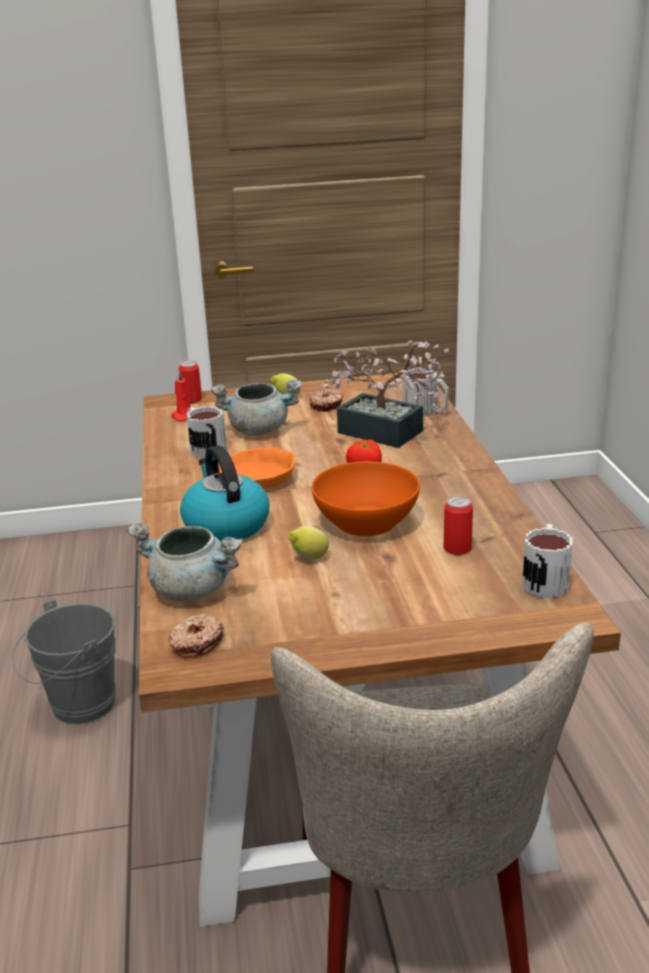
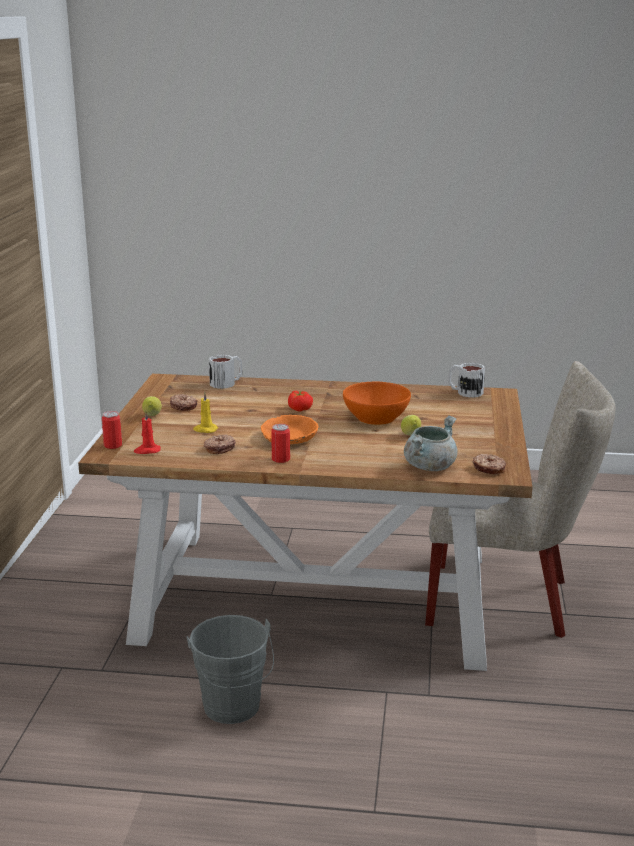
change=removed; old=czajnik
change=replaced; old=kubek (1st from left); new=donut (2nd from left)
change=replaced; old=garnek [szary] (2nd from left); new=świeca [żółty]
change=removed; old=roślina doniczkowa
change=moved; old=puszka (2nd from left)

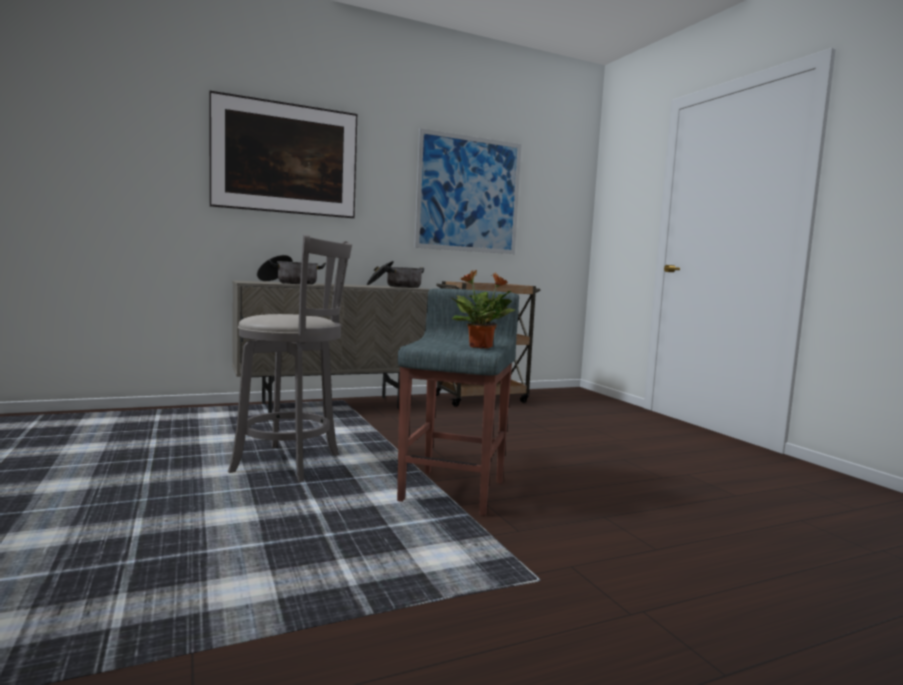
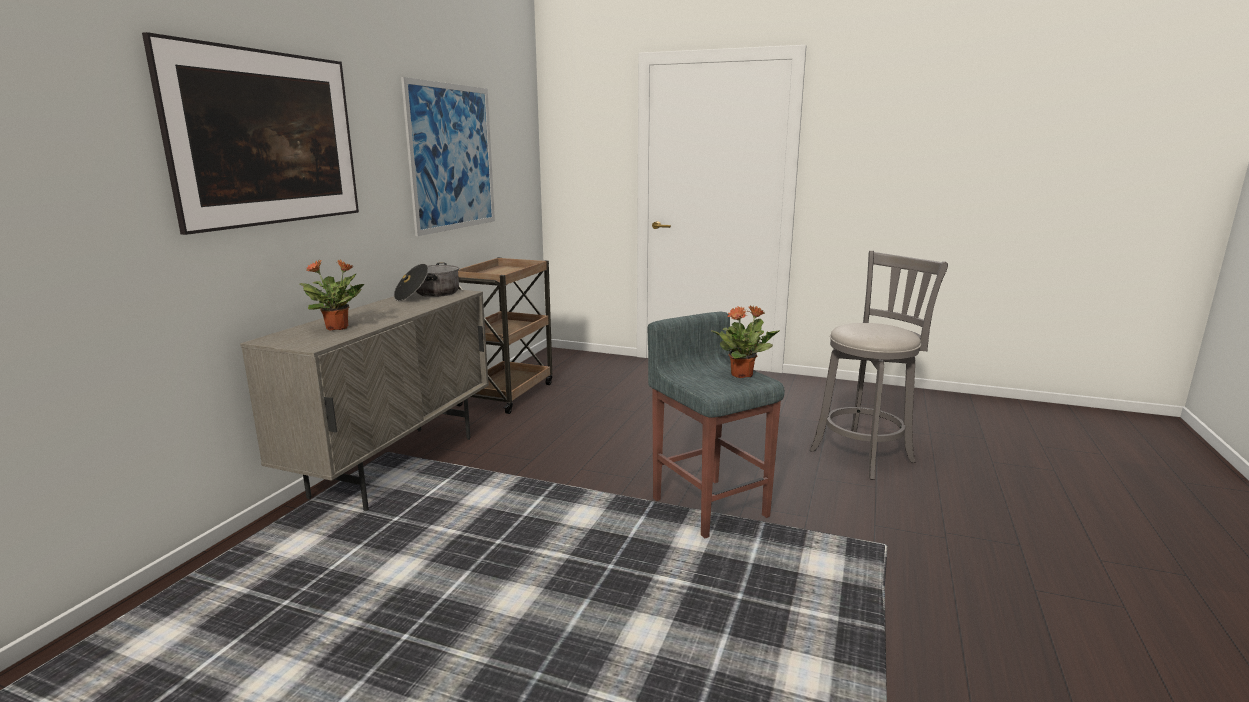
change=moved; old=stołek [szary] (1st from left in the first image); new=stołek [szary] (2nd from left)
change=replaced; old=garnek (1st from left); new=roślina doniczkowa (1st from left)

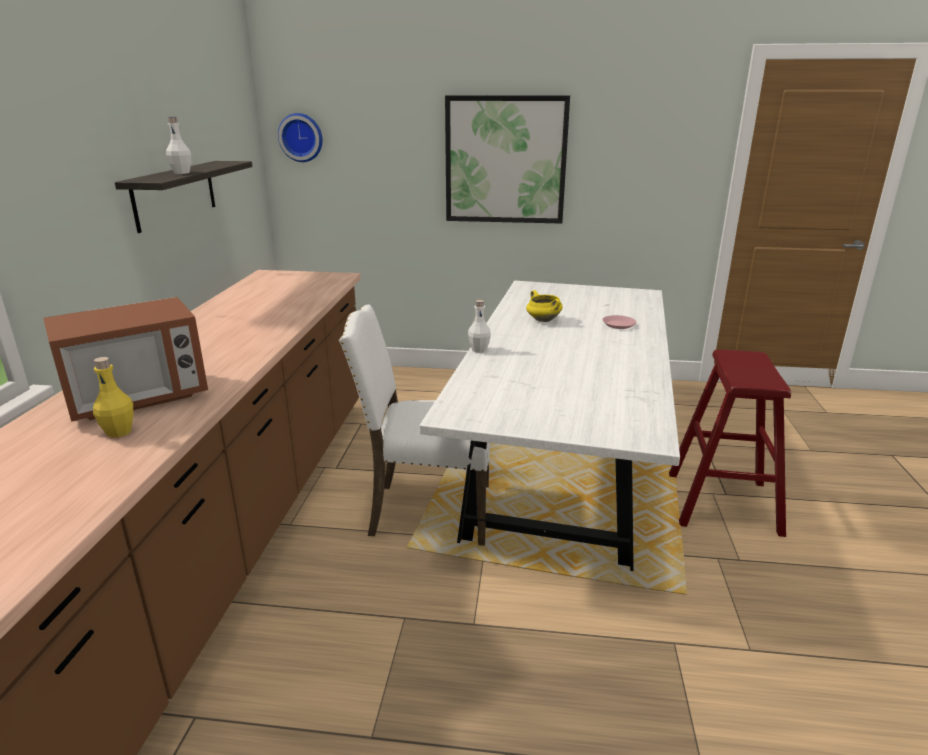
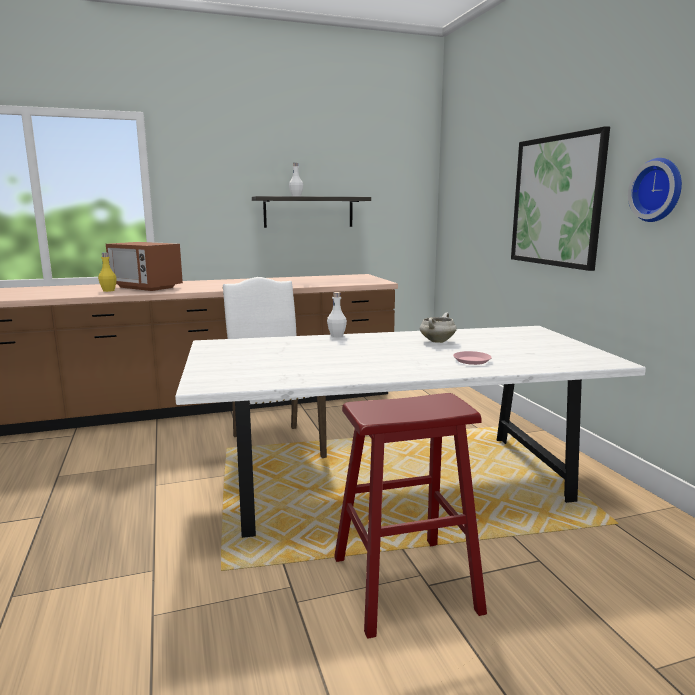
change=moved; old=zegar ścienny
change=recoloured; old=garnek [żółty]; new=garnek [biały]

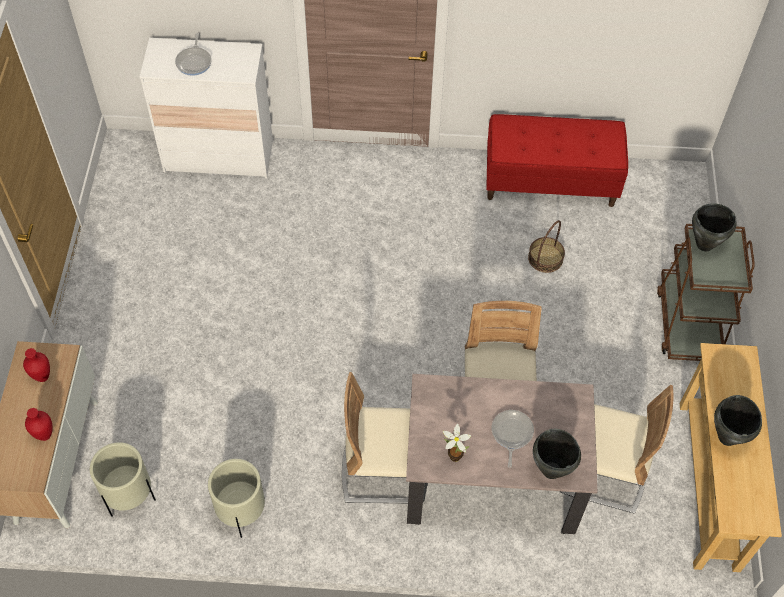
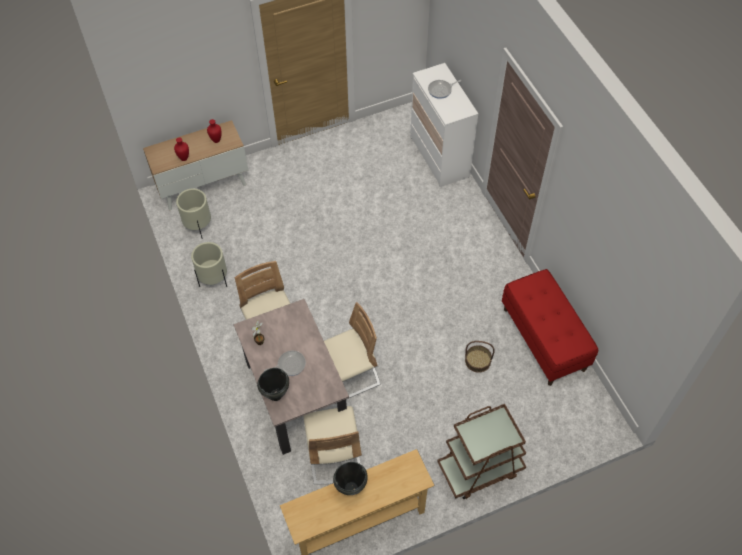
change=removed; old=garnek [czarny] (2nd from left)

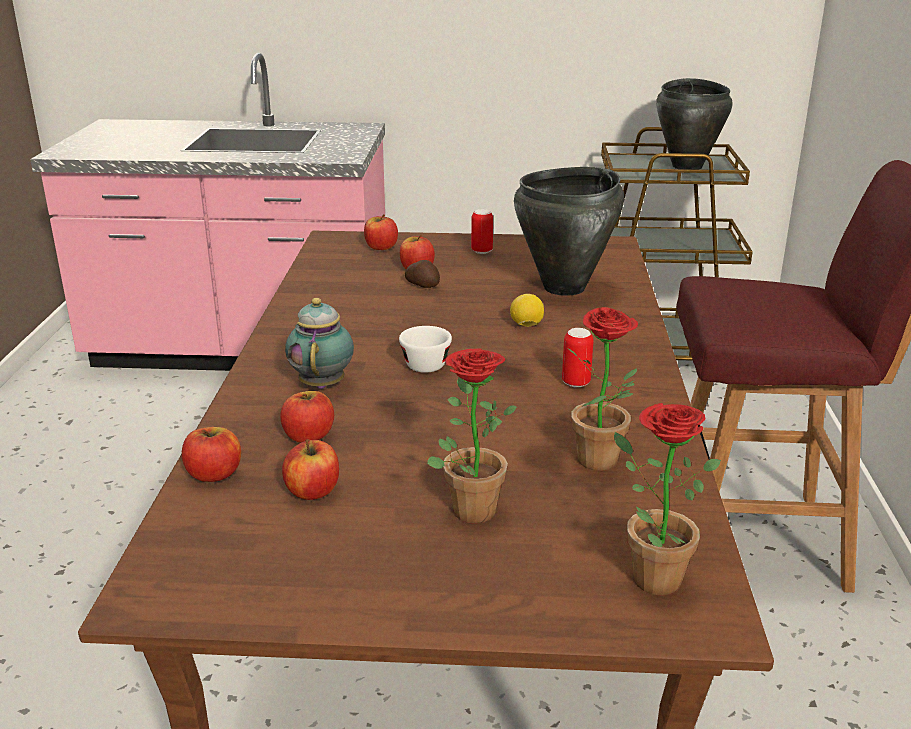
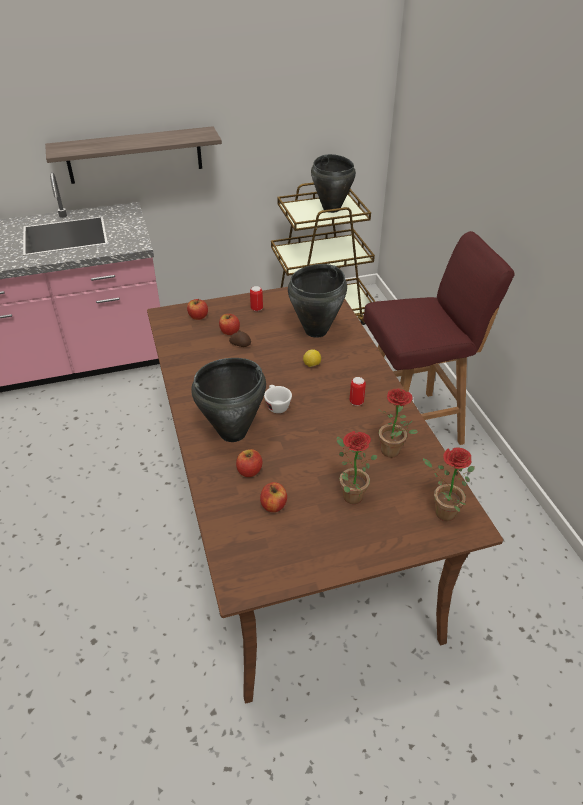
change=removed; old=jabłko (1st from left)
change=replaced; old=imbryk; new=garnek [czarny] (1st from left)
change=added; new=półka

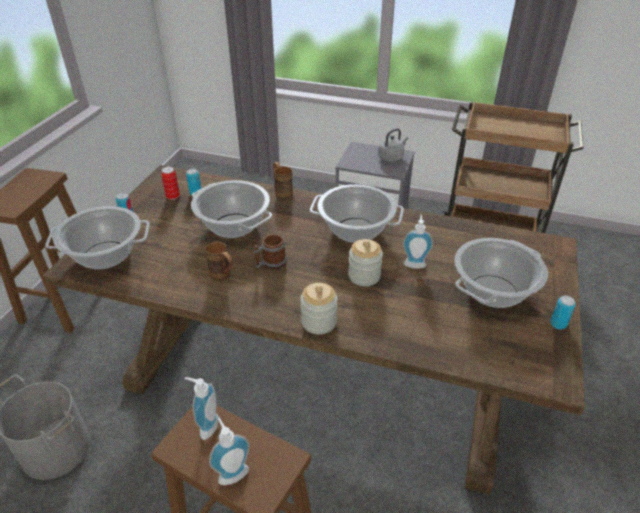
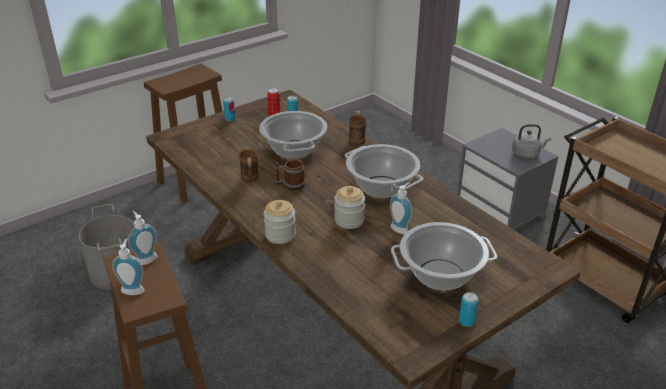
change=removed; old=garnek (1st from left)

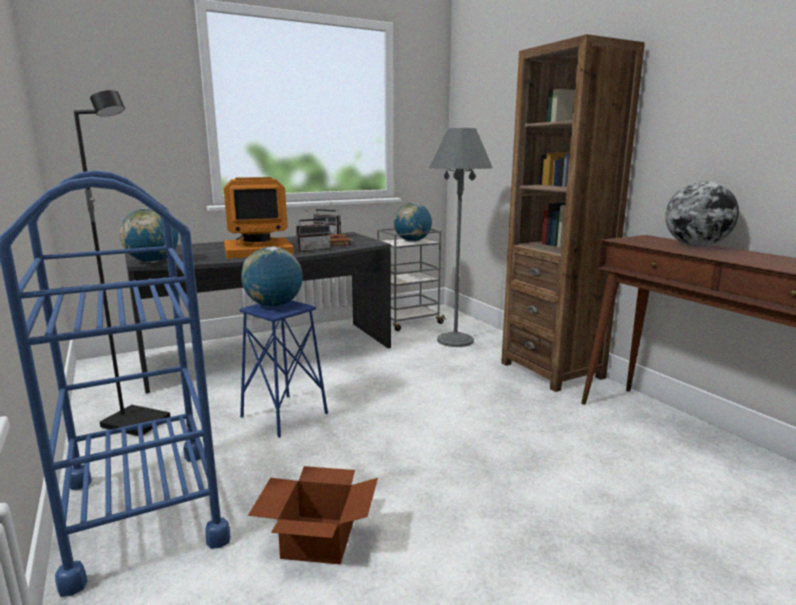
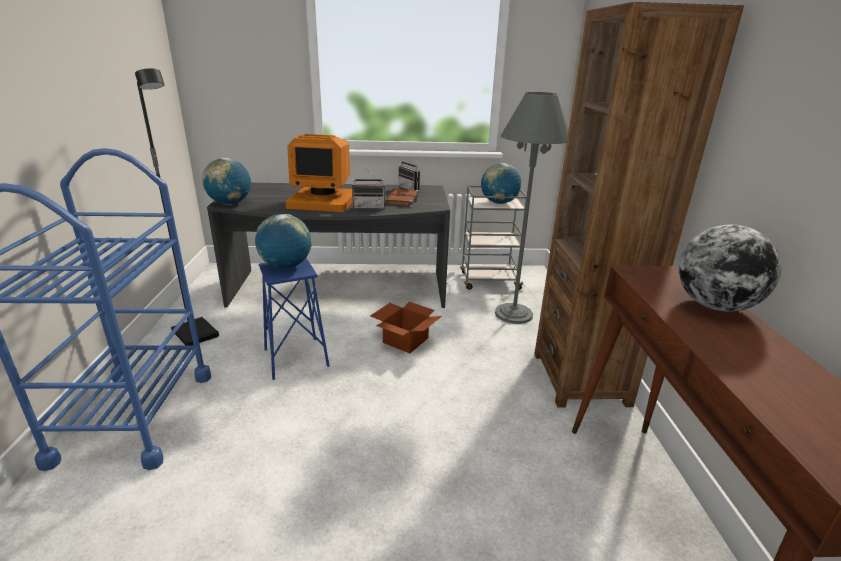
change=moved; old=karton

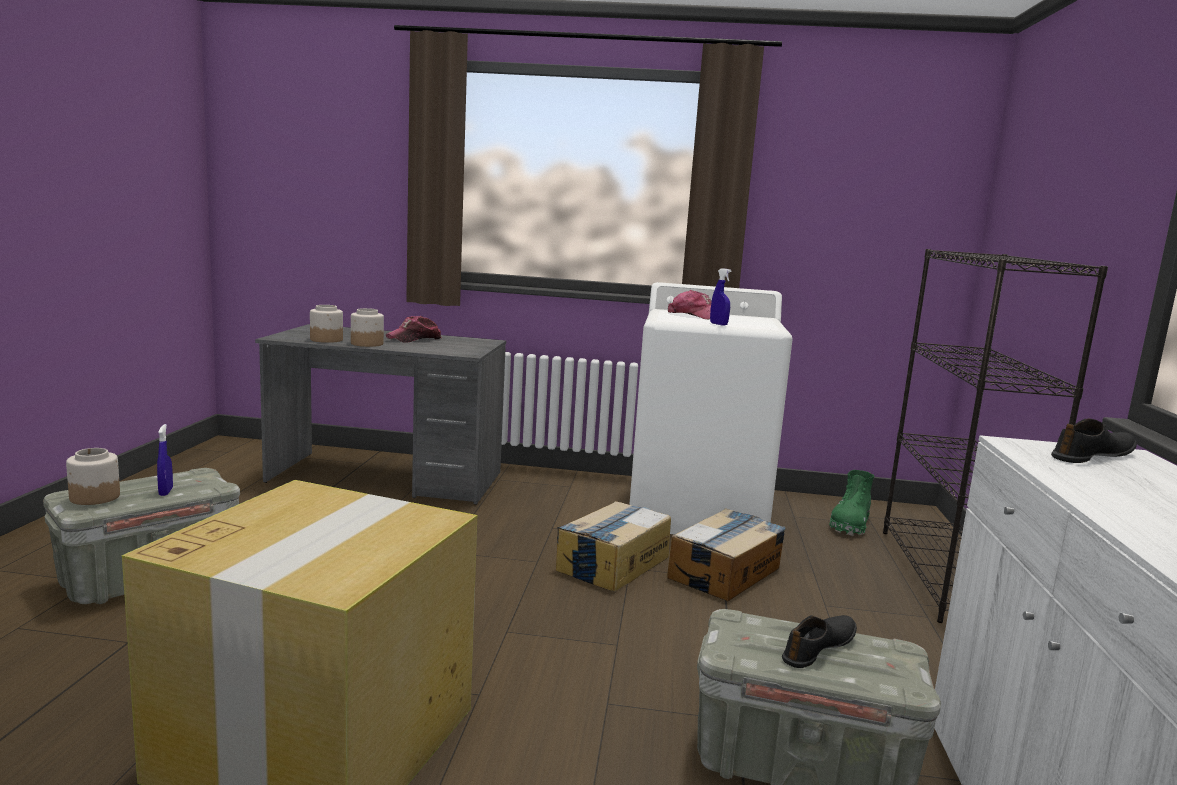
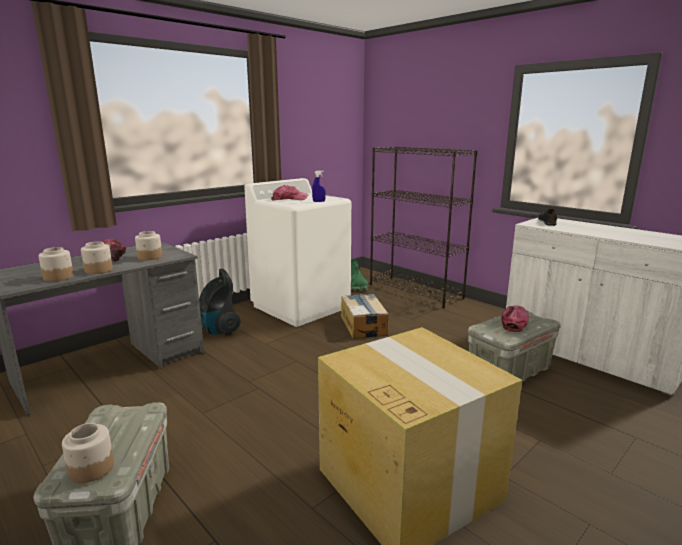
change=removed; old=spryskiwacz [niebieski] (1st from left)
change=removed; old=karton (2nd from left)
change=replaced; old=but [czarny] (1st from left); new=czapka z daszkiem (3rd from left)
change=added; new=słoik (4th from left)
change=added; new=odkurzacz

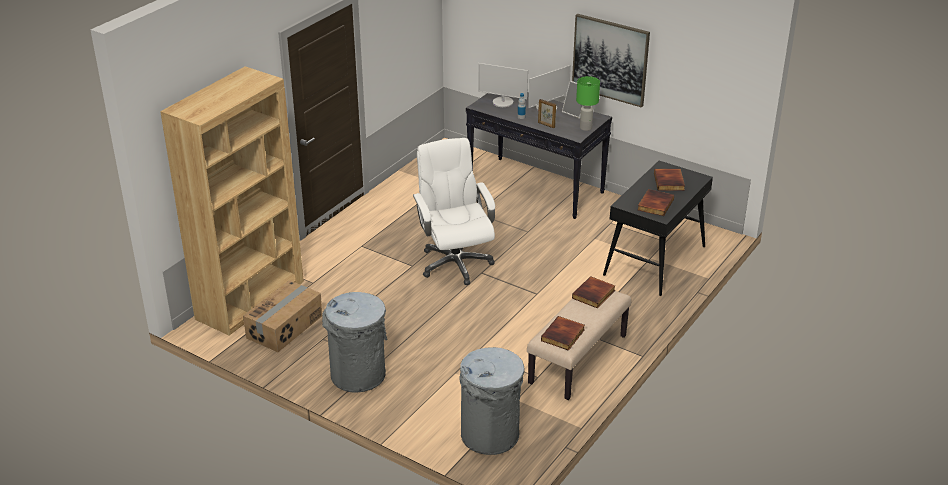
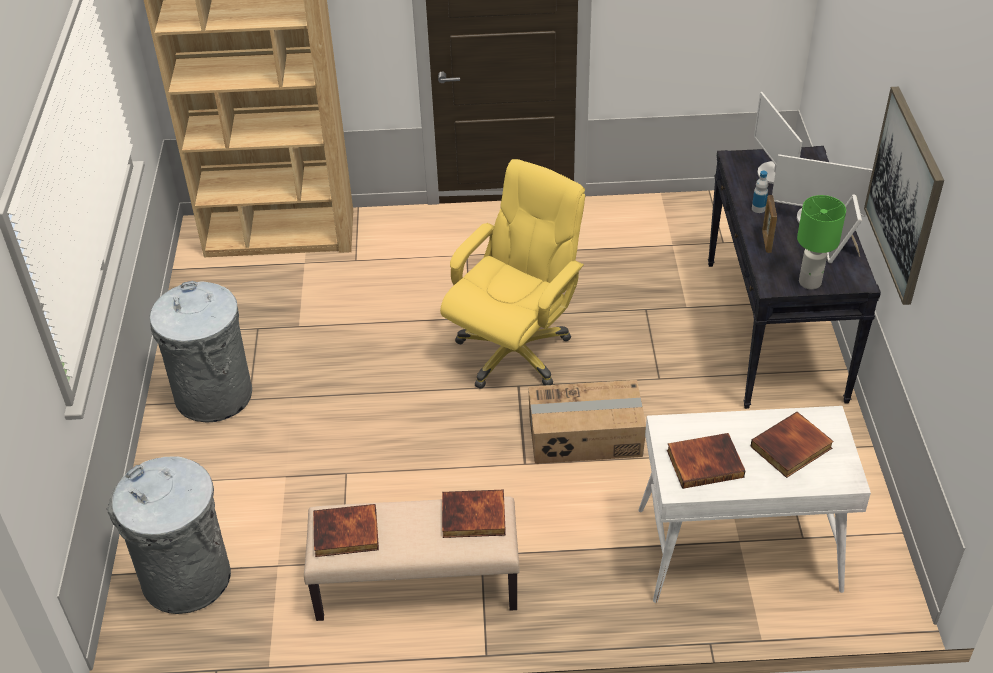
change=moved; old=karton
change=recoloured; old=krzesło biurowe [biały]; new=krzesło biurowe [żółty]
change=recoloured; old=biurko [czarny]; new=biurko [biały]

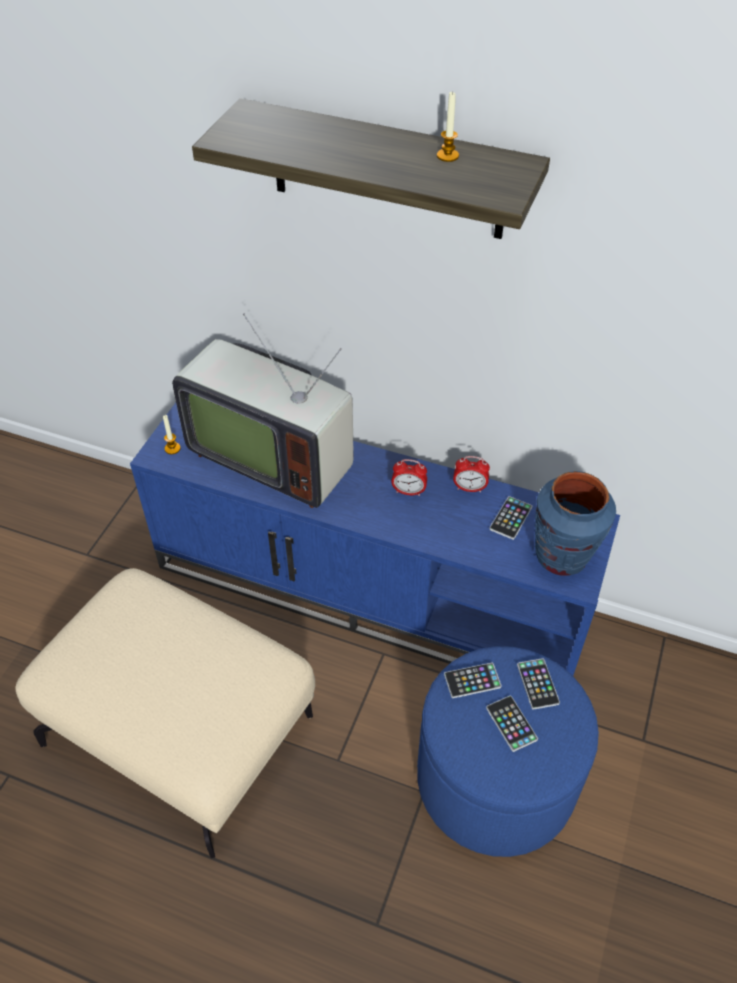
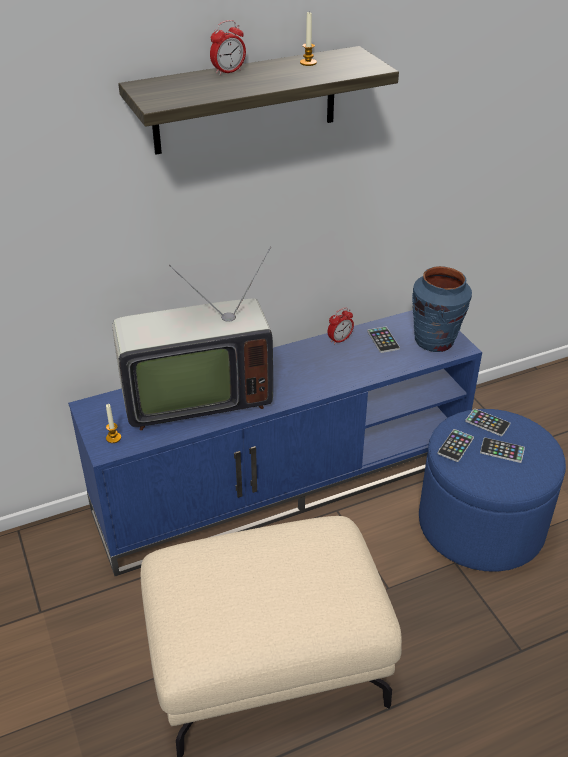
change=moved; old=budzik (1st from left)

